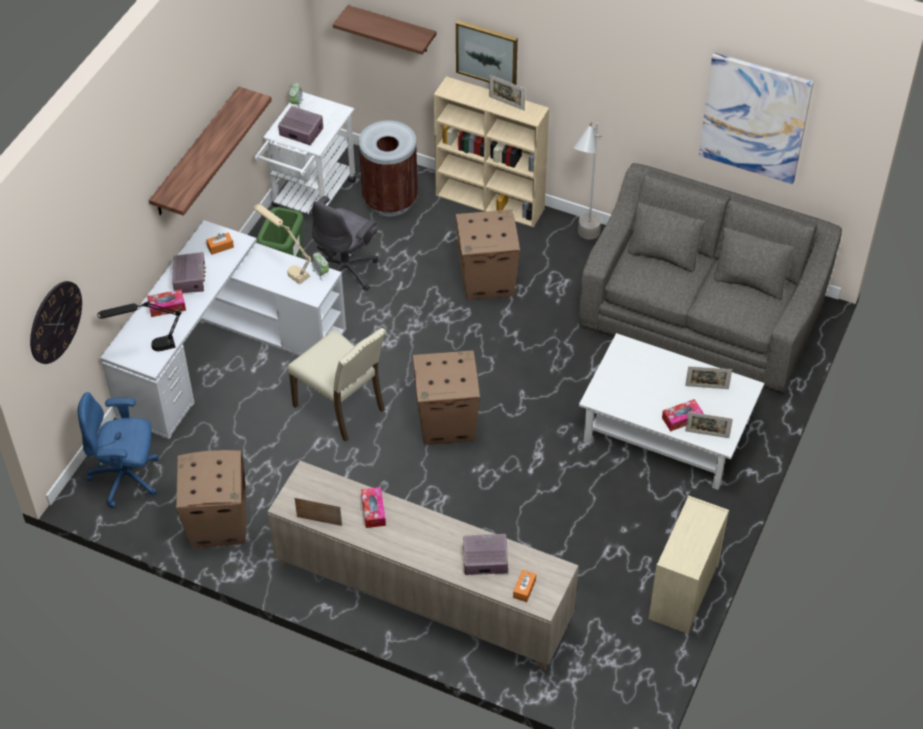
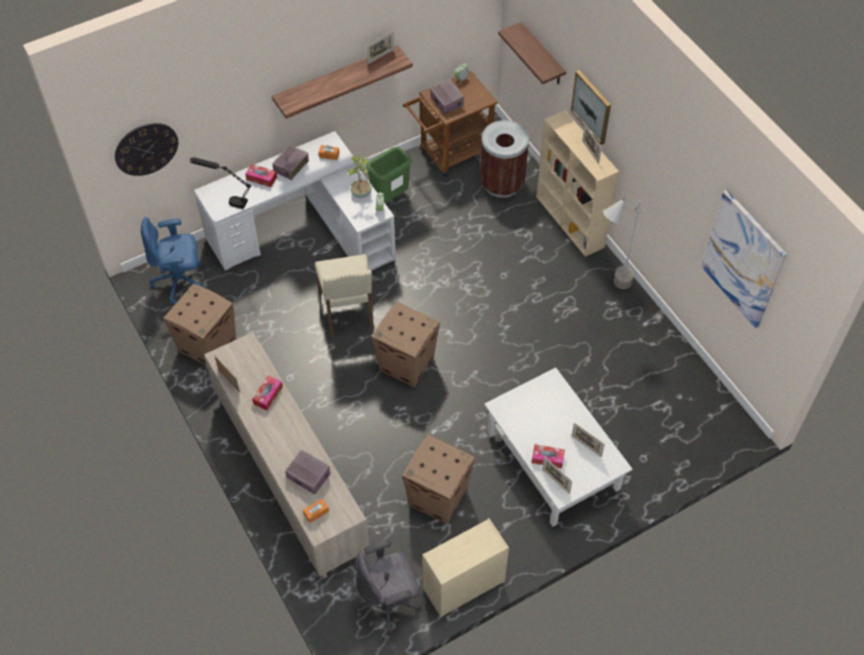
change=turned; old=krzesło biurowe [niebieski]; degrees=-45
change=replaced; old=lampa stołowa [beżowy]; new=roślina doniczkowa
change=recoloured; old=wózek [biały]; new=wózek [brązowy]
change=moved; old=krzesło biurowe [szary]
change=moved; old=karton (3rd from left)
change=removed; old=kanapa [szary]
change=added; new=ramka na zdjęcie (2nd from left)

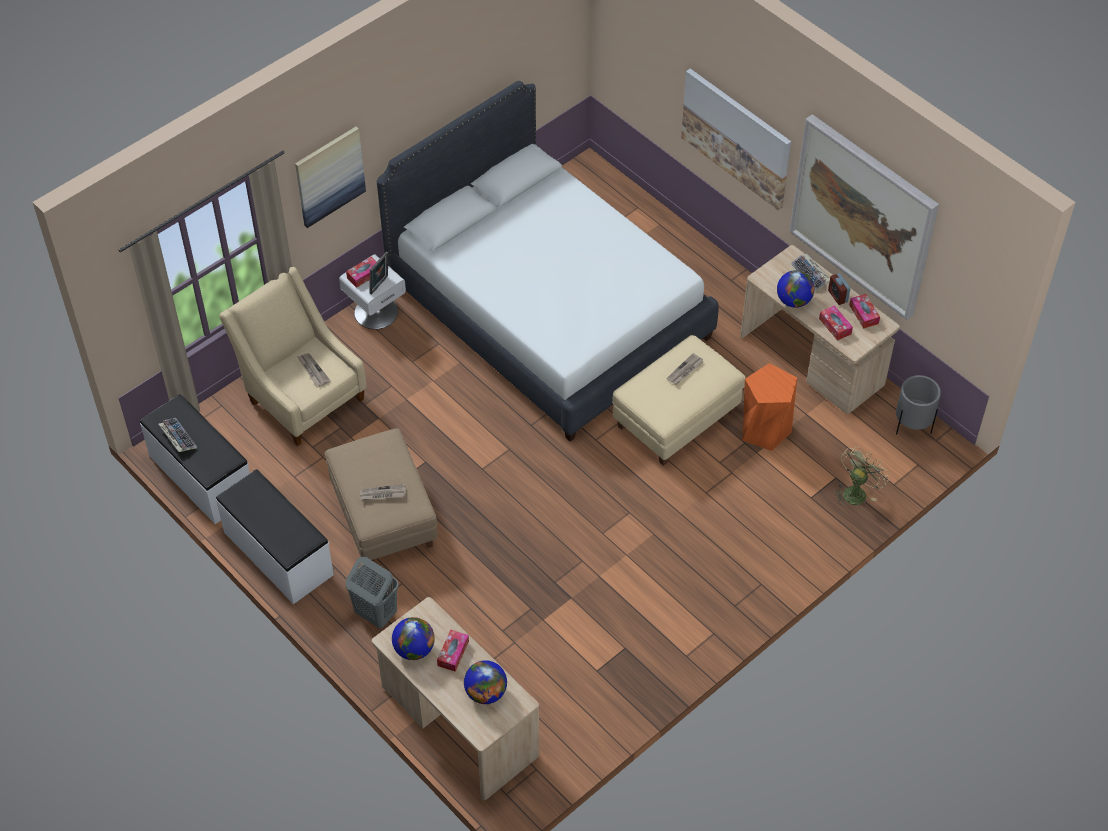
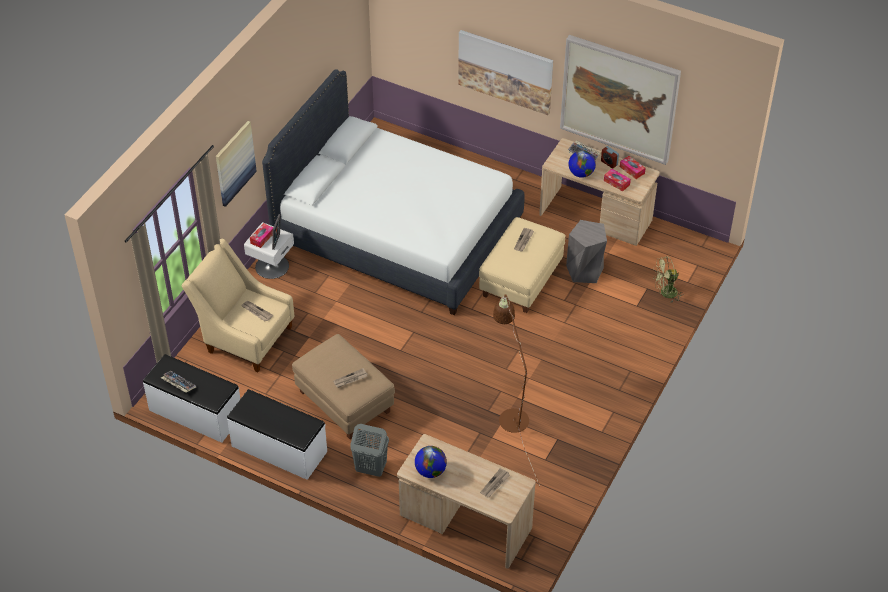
change=removed; old=pudełko chusteczek (2nd from left)
change=replaced; old=globus (2nd from left); new=gazeta (3rd from left)
change=recoloured; old=stołek [pomarańczowy]; new=stołek [szary]
change=turned; old=wentylator [zielony]; degrees=-120
change=removed; old=donica [szary]
change=added; new=lampa stojąca [brązowy]

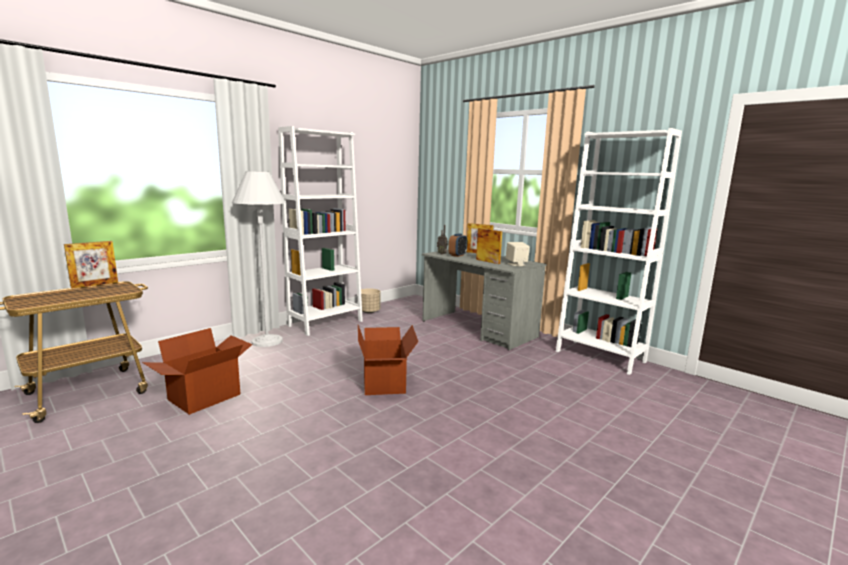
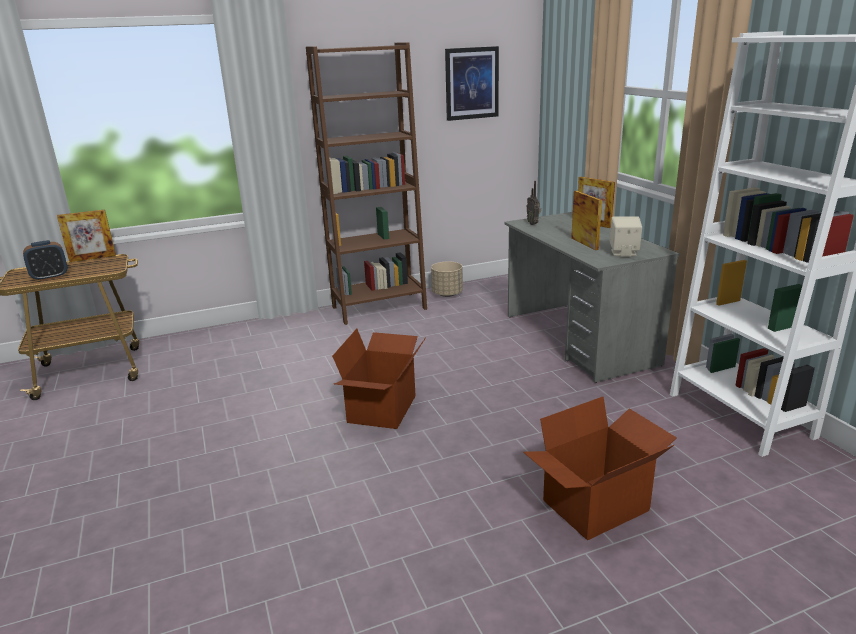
change=moved; old=karton (1st from left in the first image); new=karton (2nd from left)
change=removed; old=lampa stojąca [biały]
change=recoloured; old=regał [biały] (1st from left); new=regał [brązowy]
change=moved; old=budzik
change=added; new=obraz

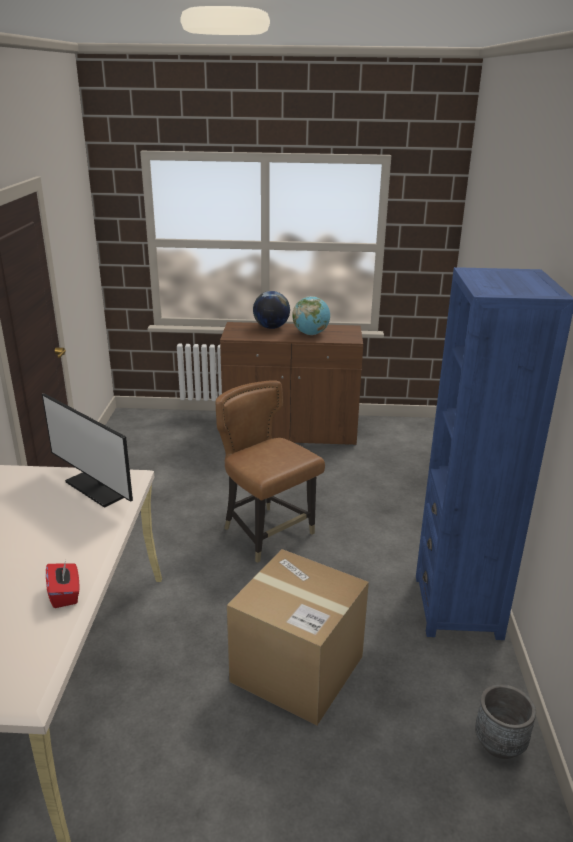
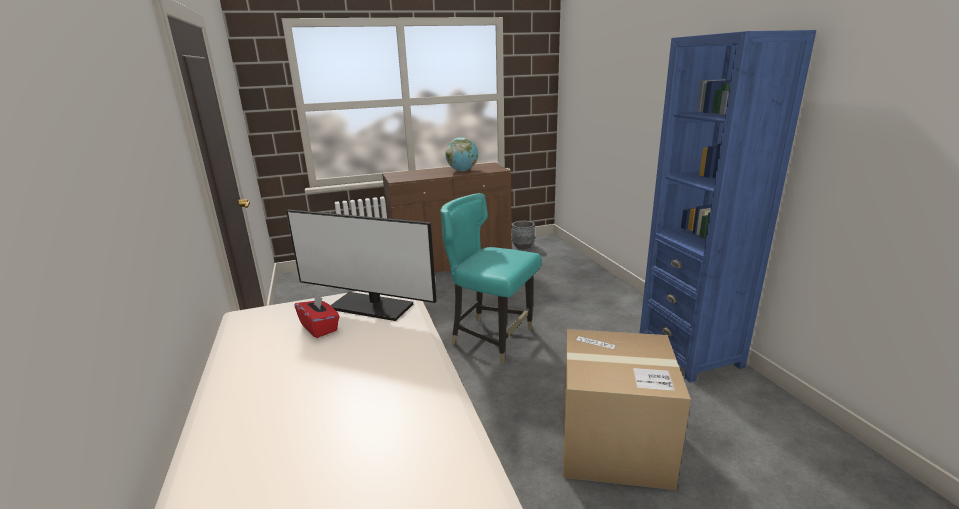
change=moved; old=pudełko chusteczek [czerwony]
change=recoloured; old=krzesło [brązowy]; new=krzesło [turkusowy]
change=removed; old=globus (1st from left)
change=moved; old=donica [szary]

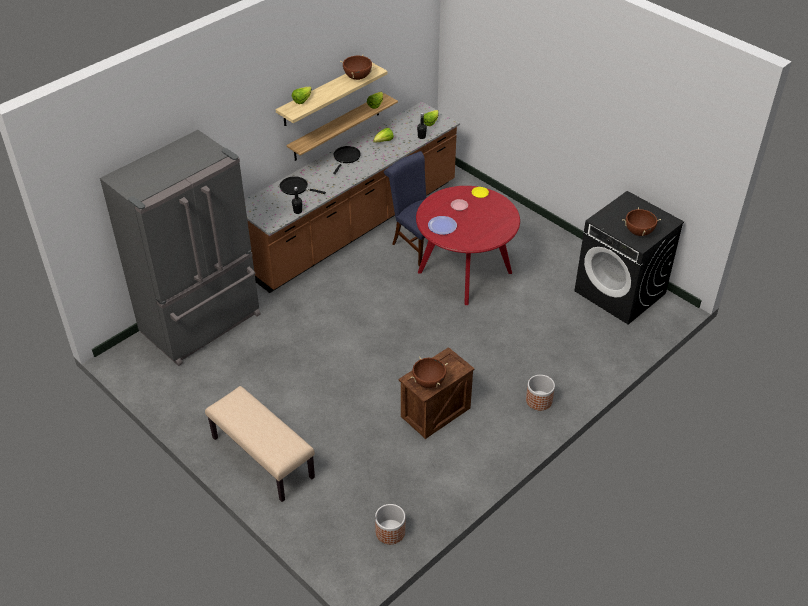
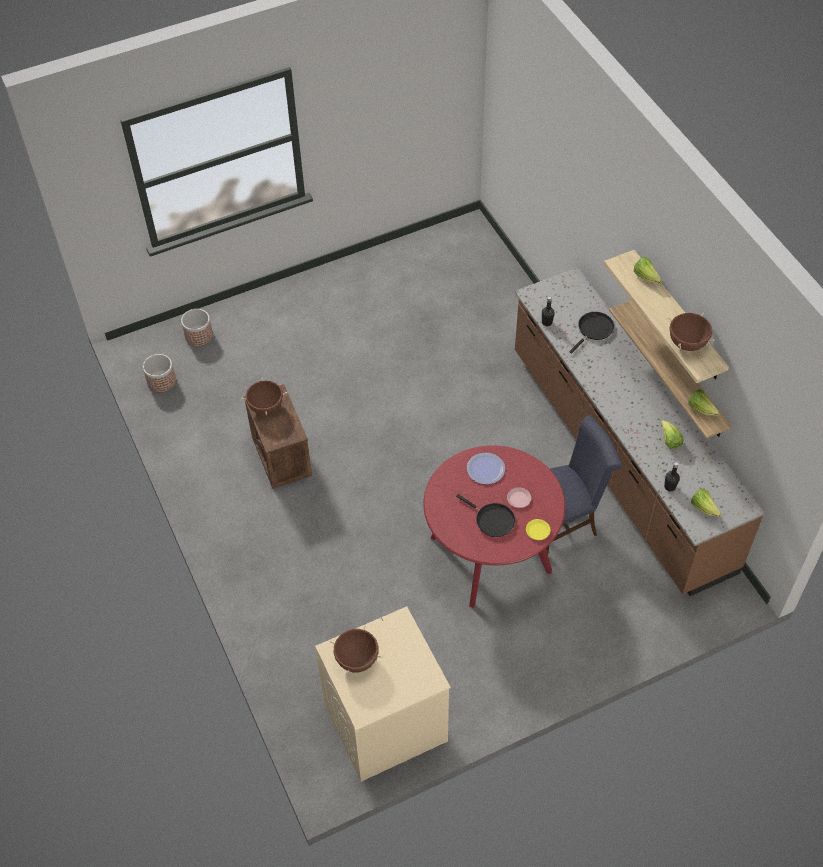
change=removed; old=lodówka [szary]
change=removed; old=ławka [beżowy]
change=moved; old=patelnia [czarny] (2nd from left in the first image); new=patelnia [czarny] (1st from left)
change=moved; old=donica (2nd from left)
change=recoloured; old=pralka [czarny]; new=pralka [beżowy]

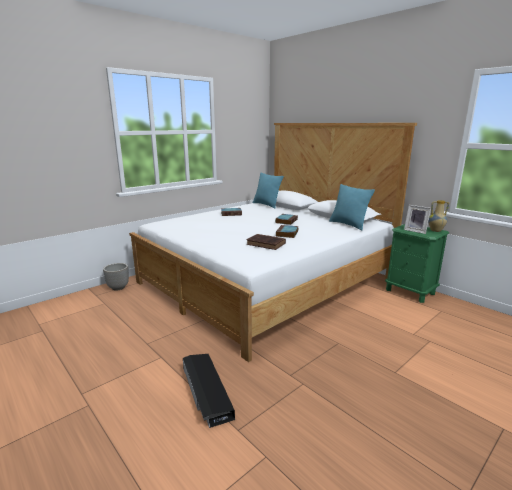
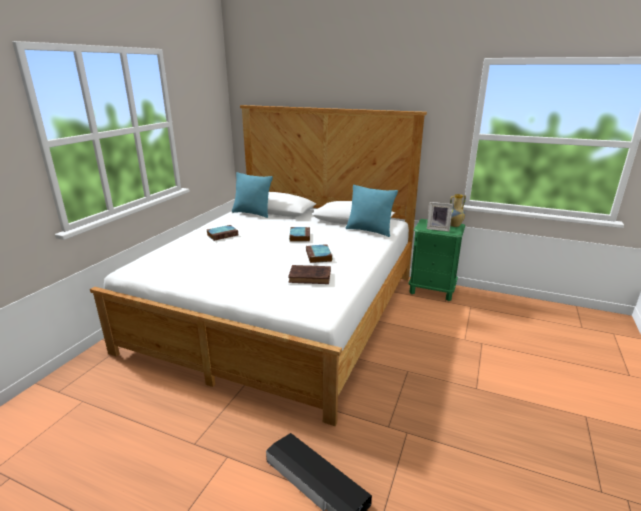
change=removed; old=donica

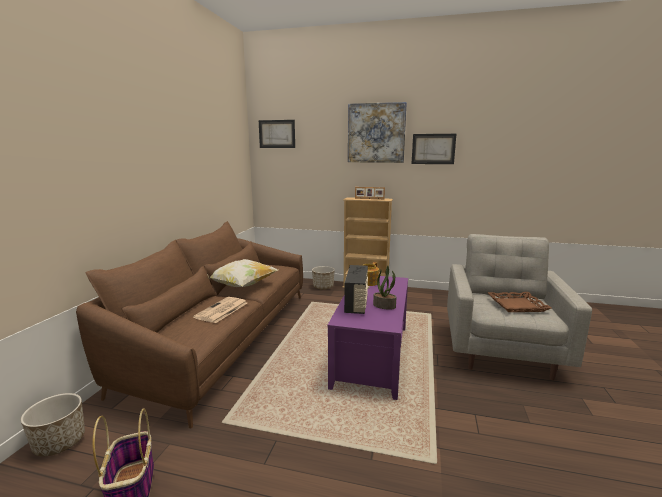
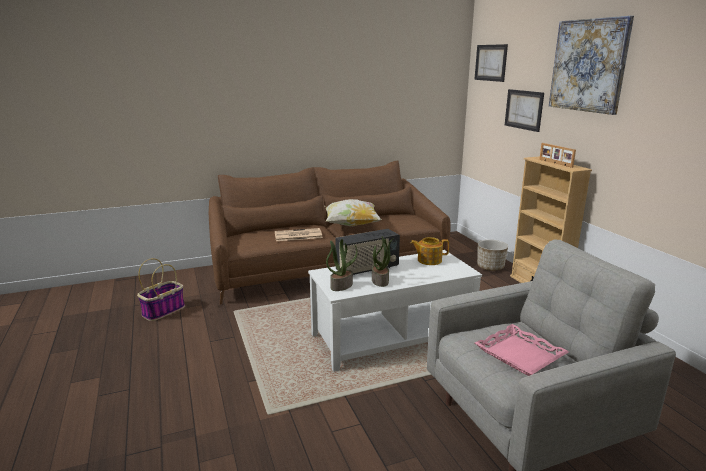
change=removed; old=donica (1st from left)
change=recoloured; old=ława [fioletowy]; new=ława [biały]
change=moved; old=obraz (3rd from left in the first image); new=obraz (2nd from left)
change=recoloured; old=taca [brązowy]; new=taca [różowy]
change=added; new=roślina doniczkowa (1st from left)

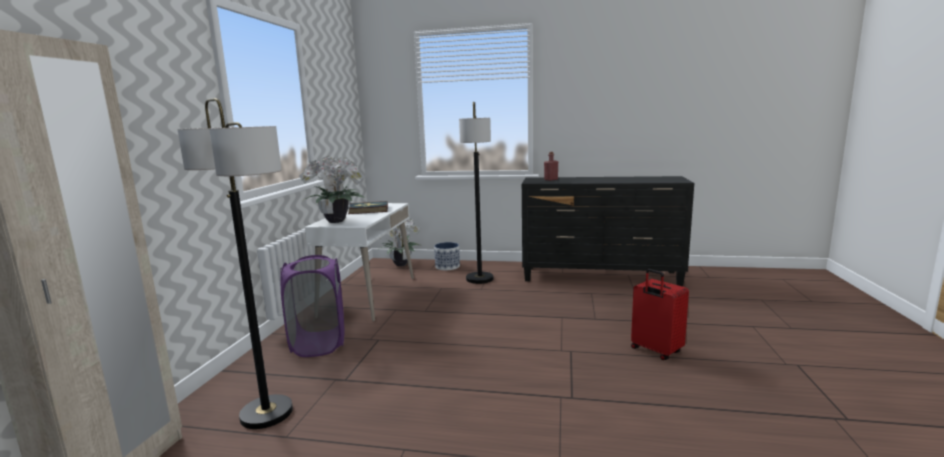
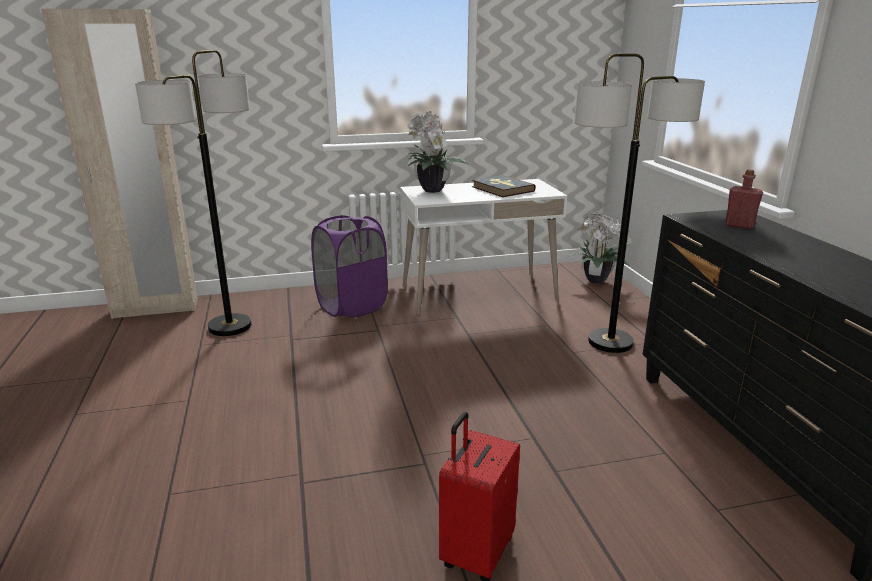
change=removed; old=donica

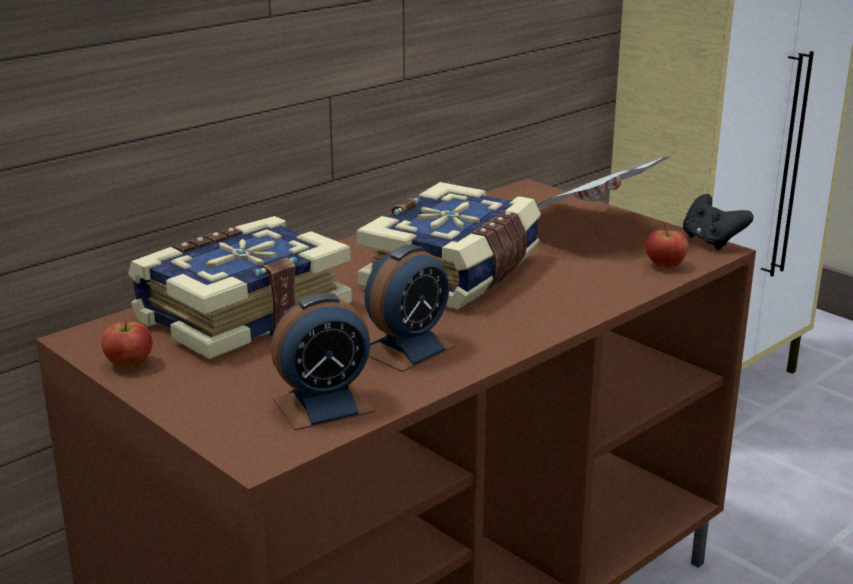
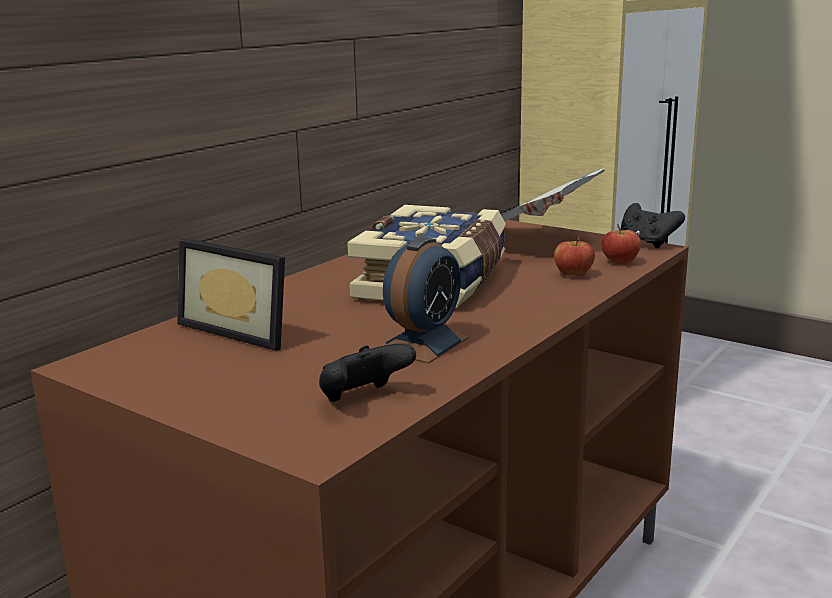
change=moved; old=jabłko (1st from left)
change=replaced; old=książka (1st from left); new=ramka na zdjęcie
change=replaced; old=budzik (1st from left); new=pad do gier [czarny] (1st from left)

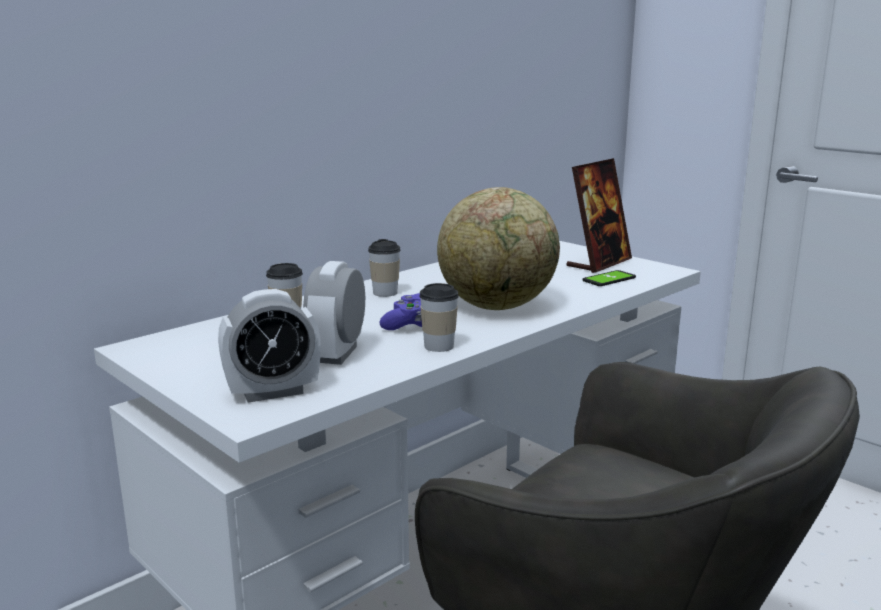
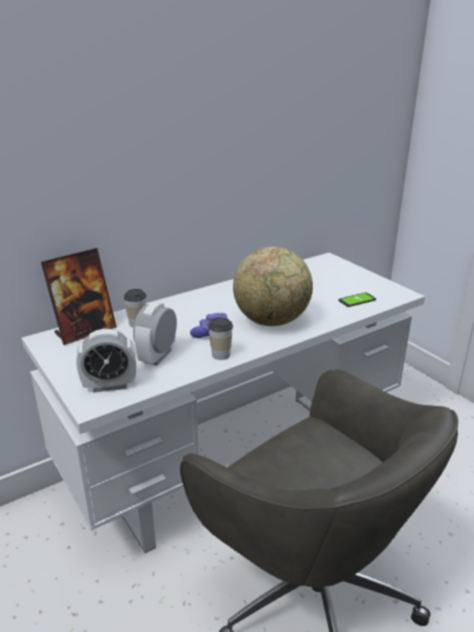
change=removed; old=filiżanka (2nd from left)
change=moved; old=ramka na zdjęcie

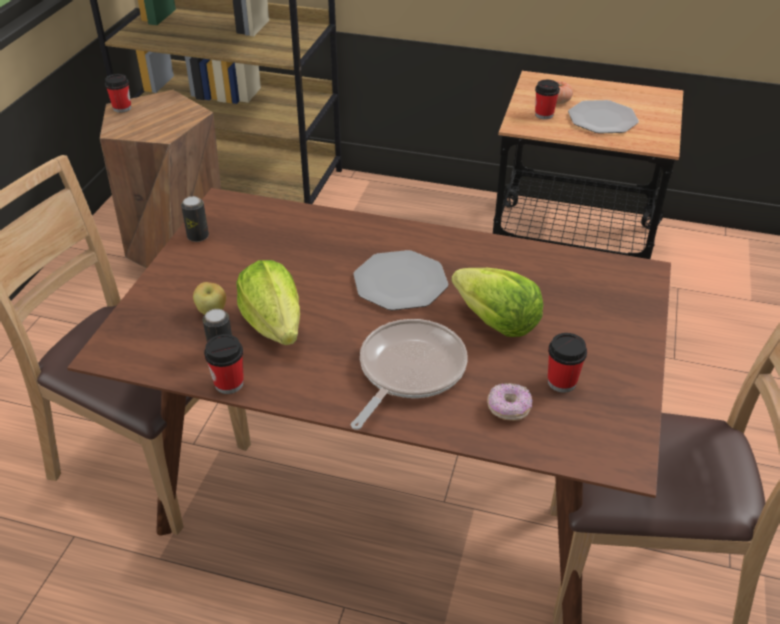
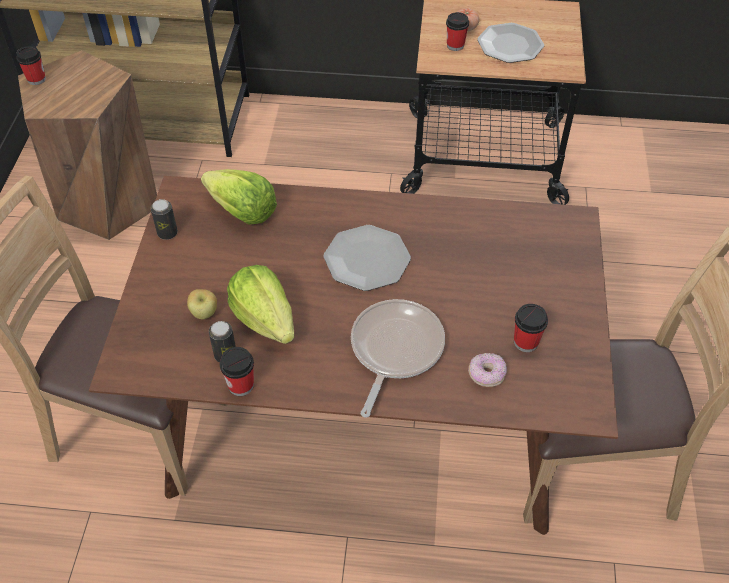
change=moved; old=sałata (2nd from left in the first image); new=sałata (1st from left)

